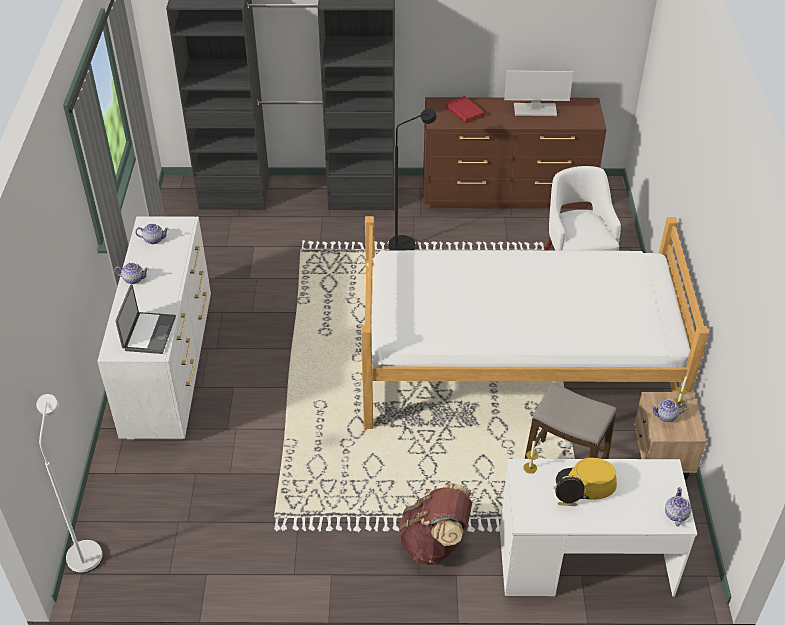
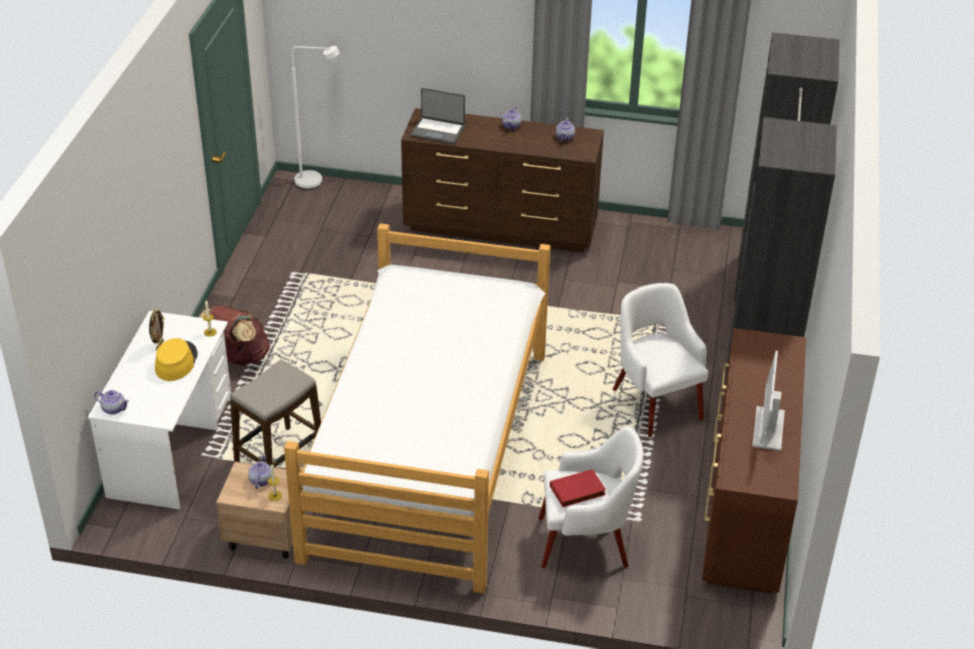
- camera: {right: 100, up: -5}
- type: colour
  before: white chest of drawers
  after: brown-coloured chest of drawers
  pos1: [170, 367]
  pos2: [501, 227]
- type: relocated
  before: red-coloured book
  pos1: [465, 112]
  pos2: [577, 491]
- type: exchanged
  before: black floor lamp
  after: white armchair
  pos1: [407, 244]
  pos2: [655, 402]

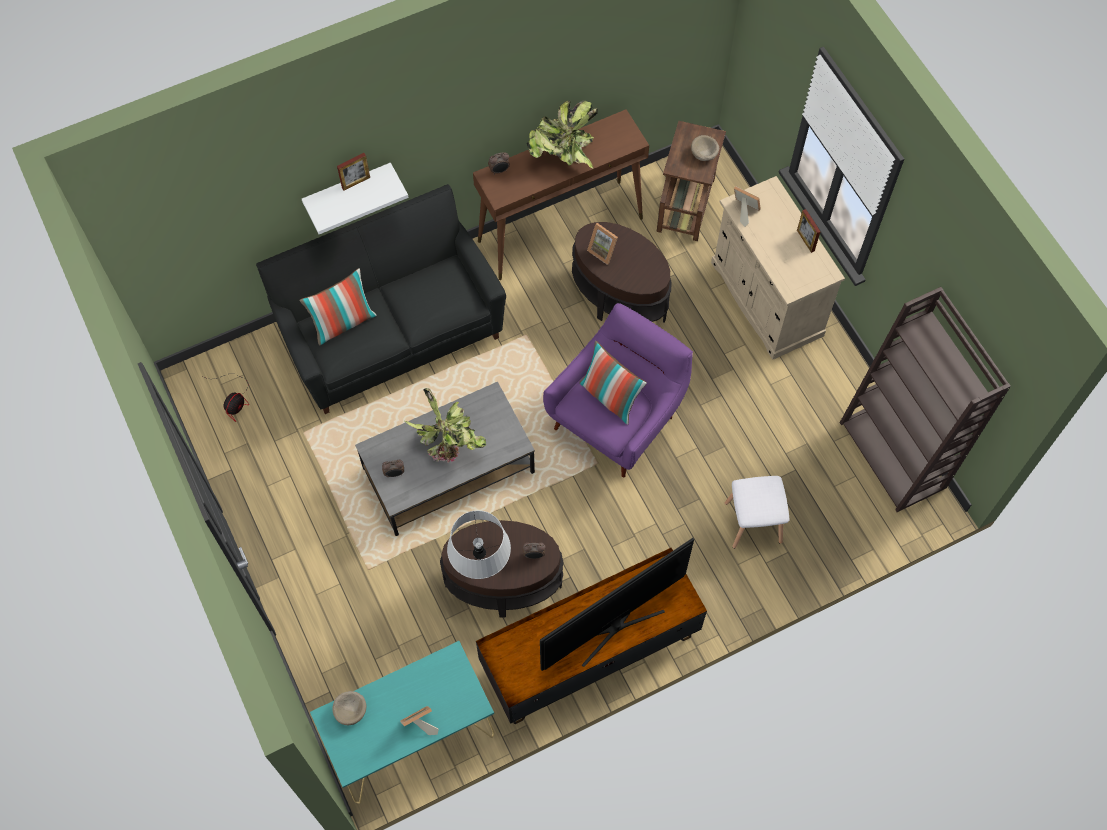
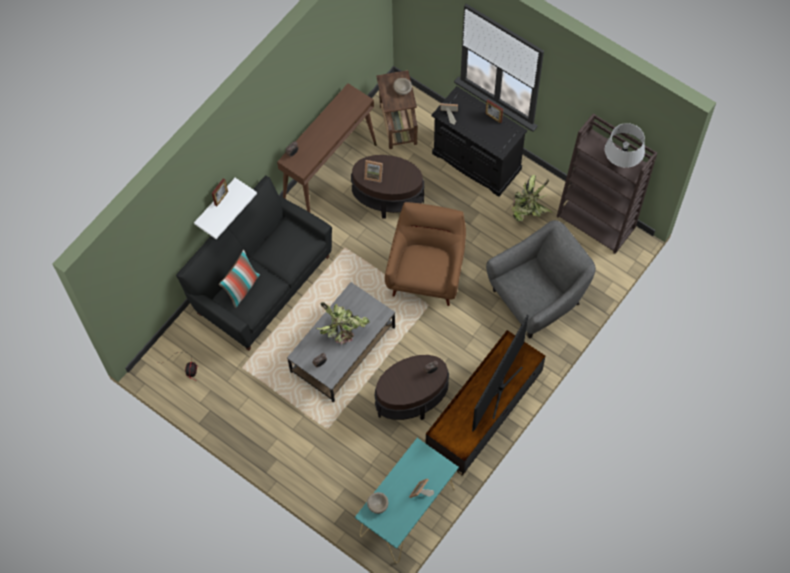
- camera: {right: -25, up: 0}
- type: colour
  before: purplish armchair
  after: brown-coloured armchair
  pos1: [617, 418]
  pos2: [426, 273]
- type: colour
  before: beige-coloured cupboard
  after: black cupboard
  pos1: [766, 299]
  pos2: [476, 161]
- type: exchanged
  before: white sitting stool
  after: grey armchair
  pos1: [754, 523]
  pos2: [538, 297]
- type: relocated
  before: potted plant
  pos1: [564, 154]
  pos2: [528, 210]
- type: relocated
  before: grey lamp for a table
  pos1: [480, 562]
  pos2: [621, 163]
- type: missing
  before: pillow
  pos1: [610, 397]

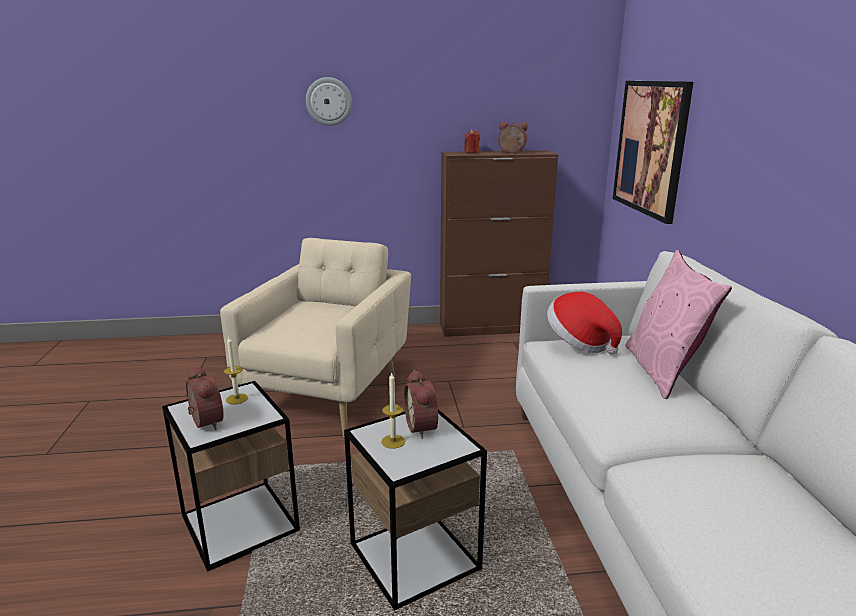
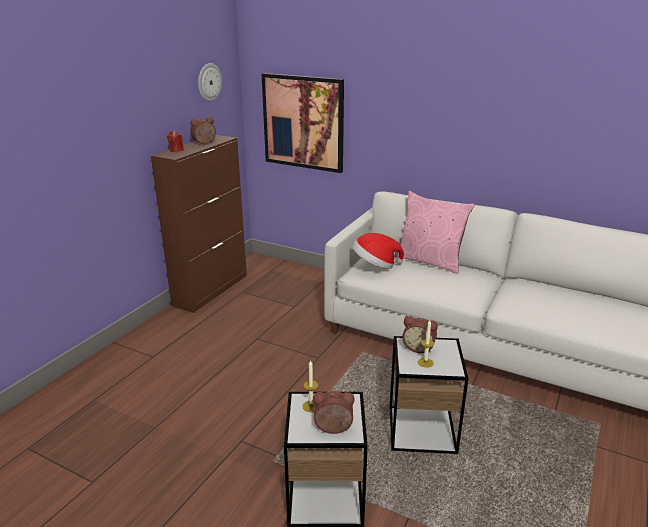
- camera: {right: -55, up: 5}
- type: relocated
  before: hanging clock
  pos1: [329, 101]
  pos2: [209, 82]
- type: missing
  before: beige-coloured armchair
  pos1: [330, 392]

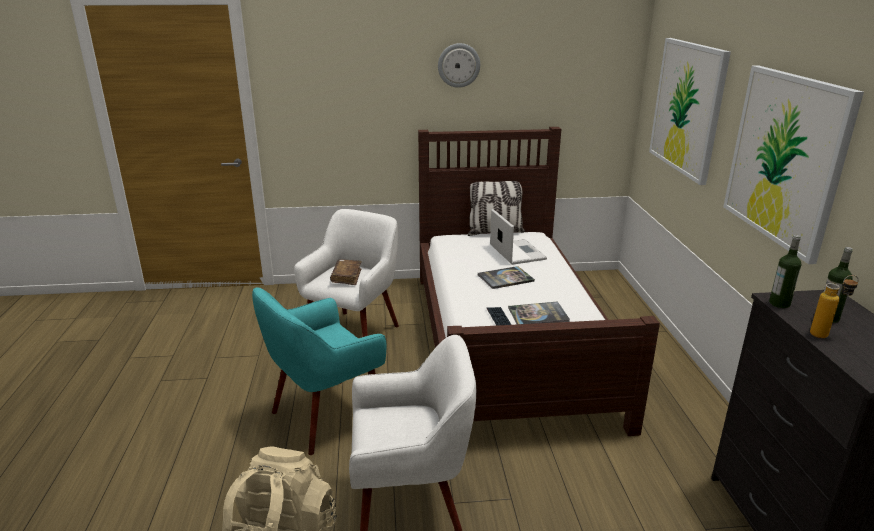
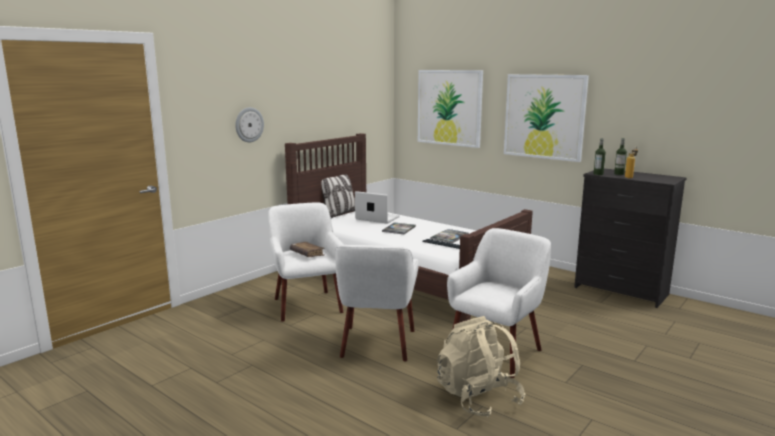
- camera: {right: -45, up: -10}
- type: relocated
  before: hanging clock
  pos1: [458, 65]
  pos2: [249, 124]
- type: colour
  before: turquoise armchair
  after: white armchair
  pos1: [326, 416]
  pos2: [377, 343]

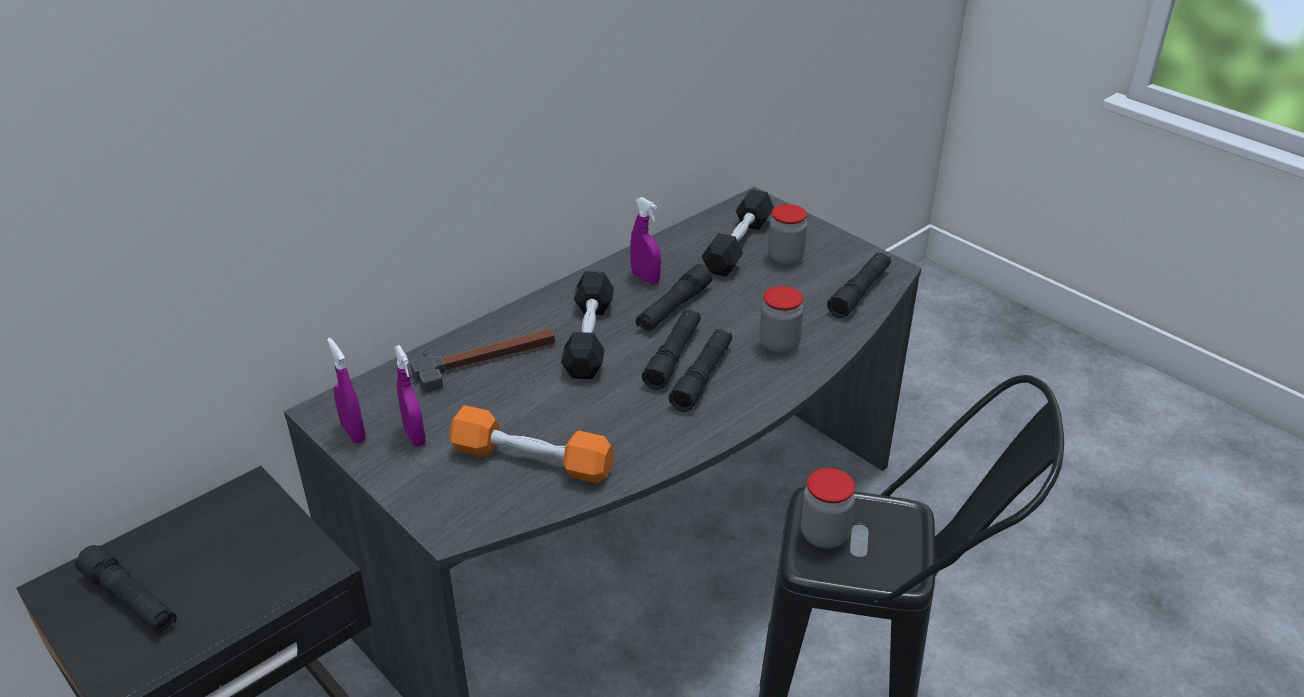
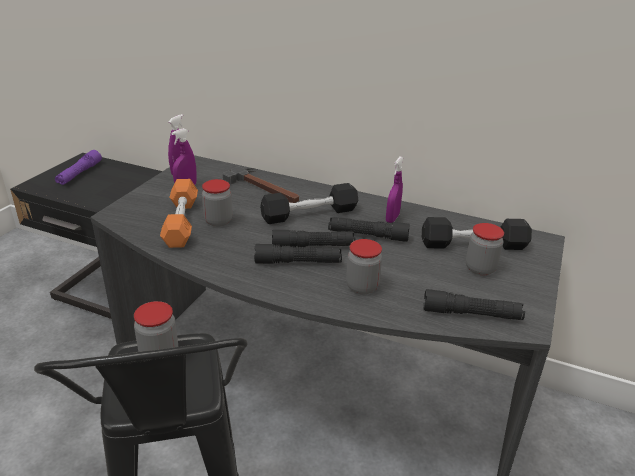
- camera: {right: 65, up: -5}
- type: colour
  before: black hand torch
  after: purplish hand torch
  pos1: [130, 600]
  pos2: [79, 173]
- type: appeared
  after: jar
  pos2: [218, 221]

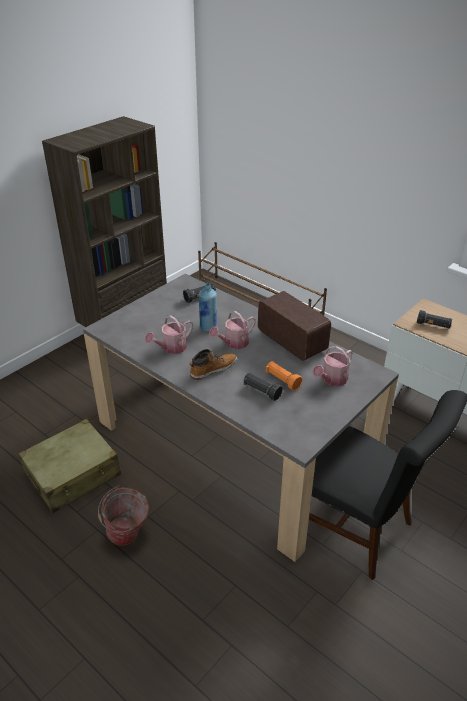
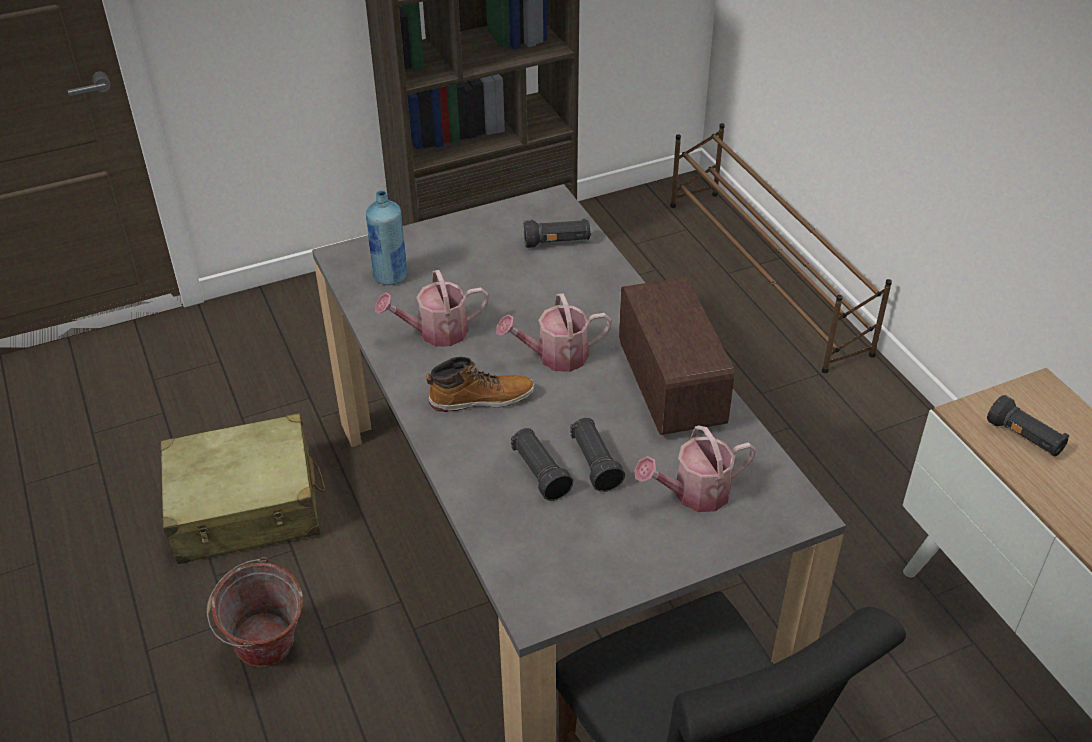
- camera: {right: 25, up: 5}
- type: relocated
  before: bluish bottle
  pos1: [208, 327]
  pos2: [390, 276]
- type: colour
  before: orange hand torch
  after: black hand torch
  pos1: [282, 380]
  pos2: [595, 463]

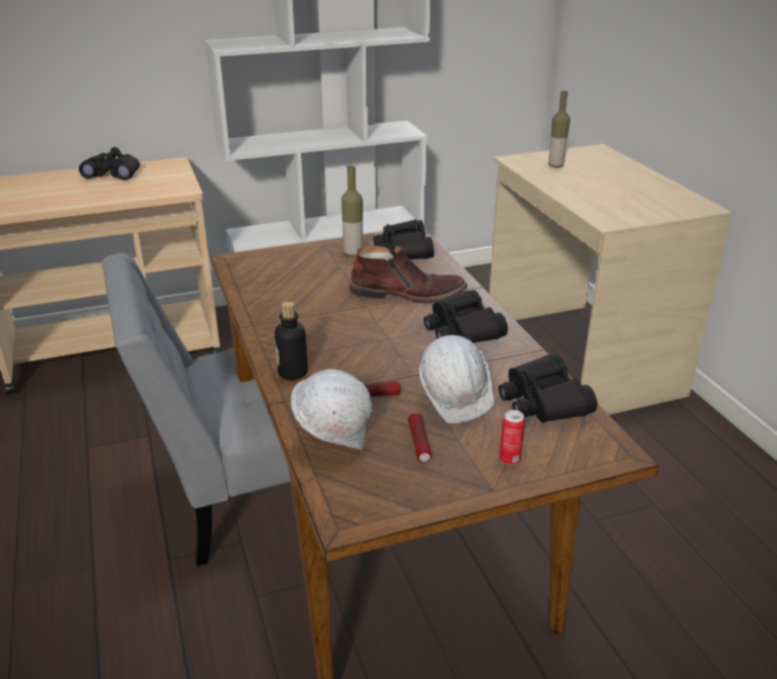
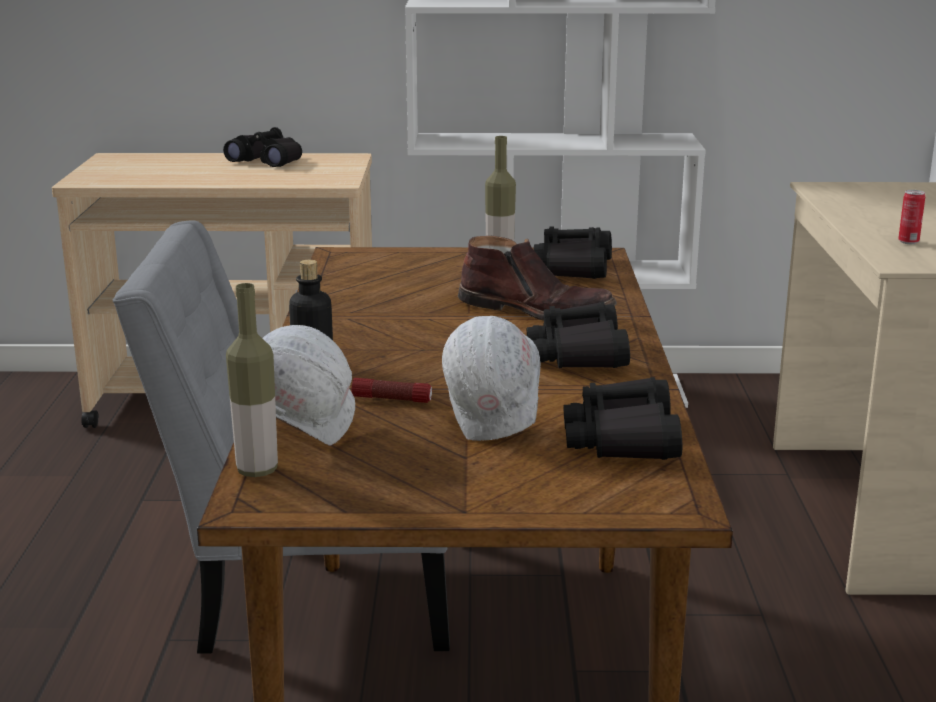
- camera: {right: 20, up: -10}
- type: relocated
  before: bottle
  pos1: [555, 166]
  pos2: [257, 470]
- type: relocated
  before: sealed can
  pos1: [509, 459]
  pos2: [908, 242]
- type: missing
  before: hand torch
  pos1: [419, 443]

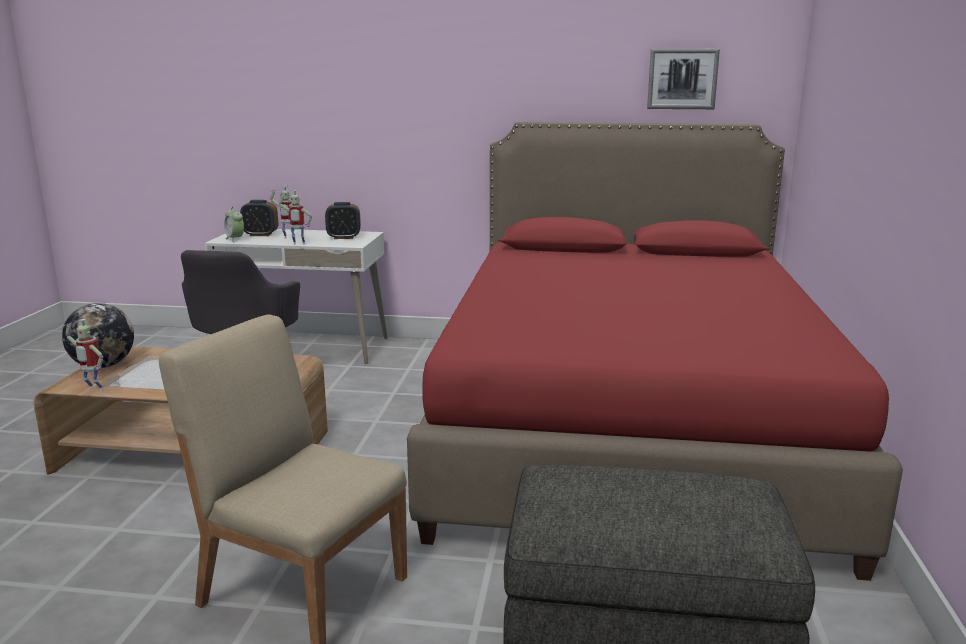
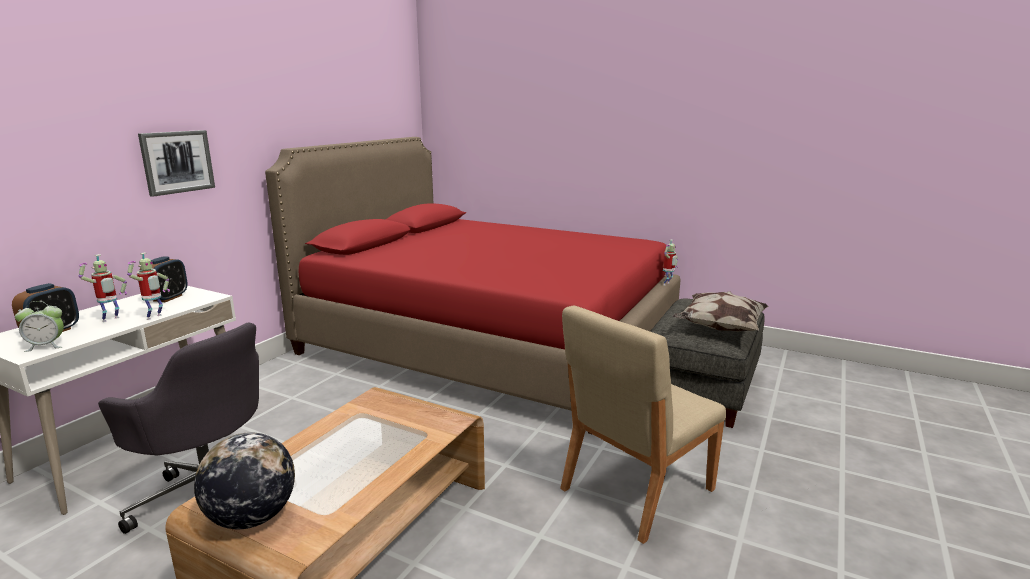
- camera: {right: -70, up: 0}
- type: relocated
  before: picture
  pos1: [682, 79]
  pos2: [177, 162]
- type: relocated
  before: toy robot
  pos1: [93, 390]
  pos2: [667, 284]
- type: appeared
  after: pillow
  pos2: [719, 328]

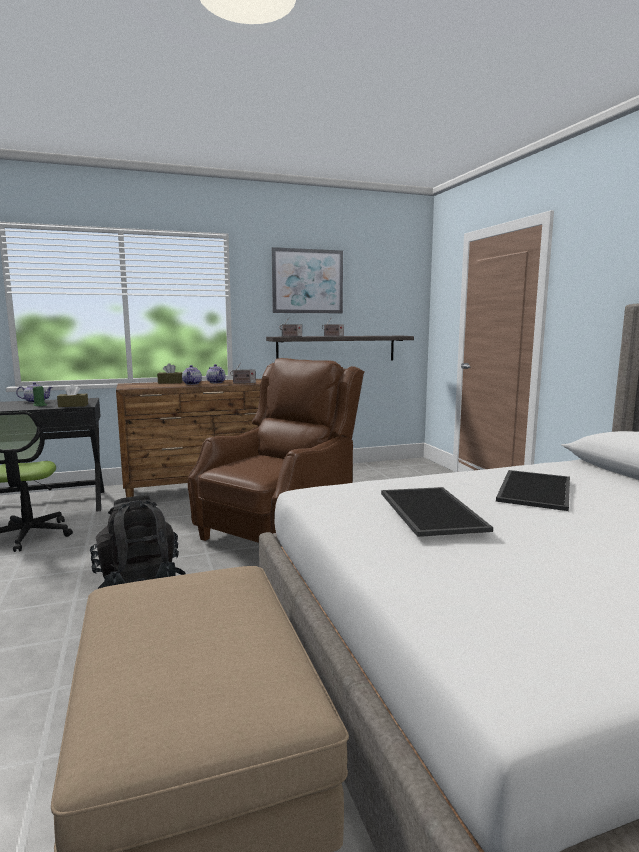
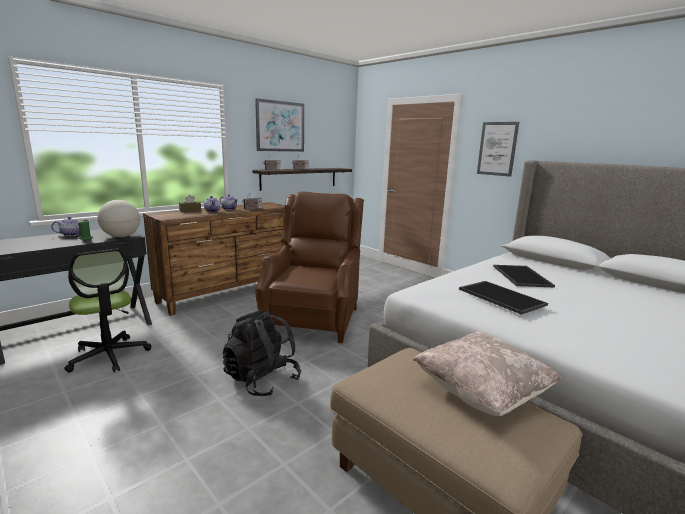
- camera: {right: -25, up: 5}
- type: exchanged
  before: brown-coloured tissue holder
  after: globe
  pos1: [73, 405]
  pos2: [121, 236]
- type: appeared
  after: beige-coloured pillow
  pos2: [481, 393]
- type: appeared
  after: picture
  pos2: [497, 149]

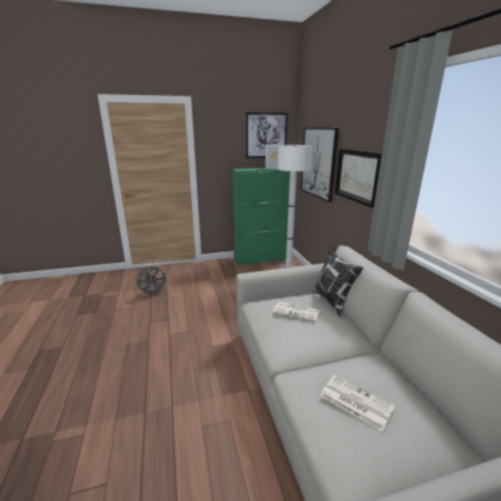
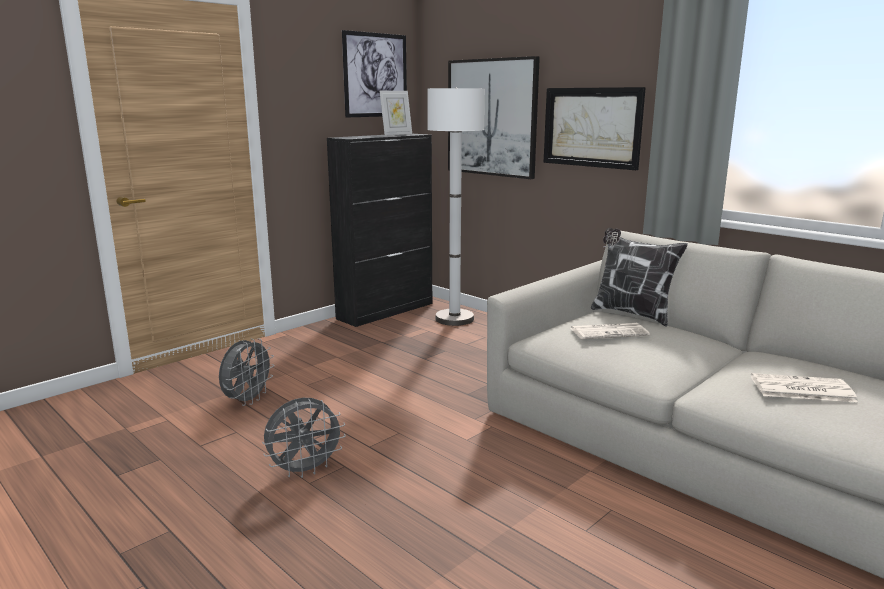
- camera: {right: -30, up: -5}
- type: appeared
  after: grey fan
  pos2: [305, 470]
- type: colour
  before: green-coloured cupboard
  after: black cupboard
  pos1: [261, 259]
  pos2: [386, 311]

